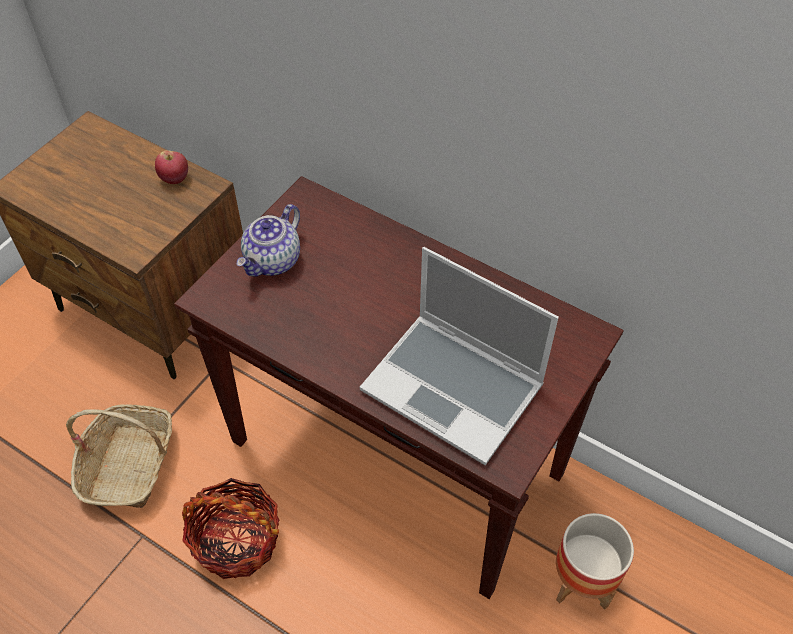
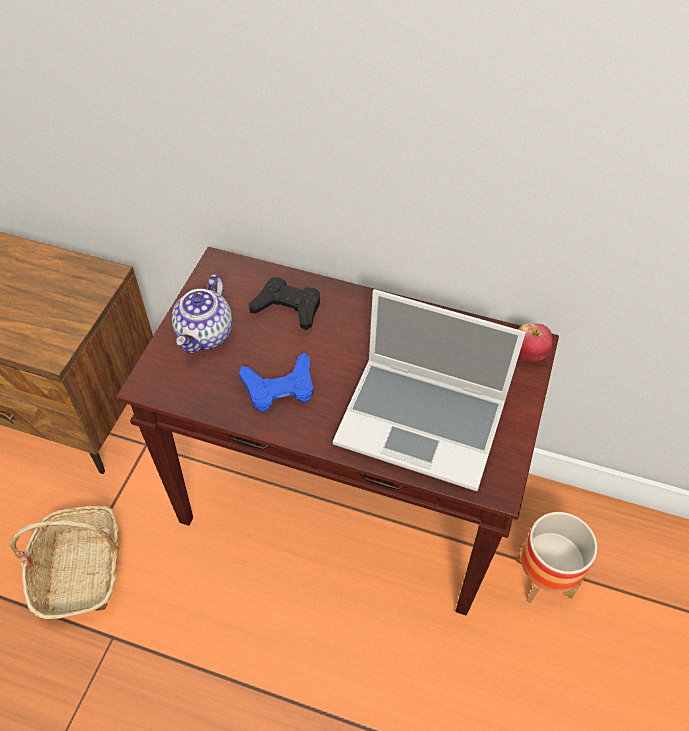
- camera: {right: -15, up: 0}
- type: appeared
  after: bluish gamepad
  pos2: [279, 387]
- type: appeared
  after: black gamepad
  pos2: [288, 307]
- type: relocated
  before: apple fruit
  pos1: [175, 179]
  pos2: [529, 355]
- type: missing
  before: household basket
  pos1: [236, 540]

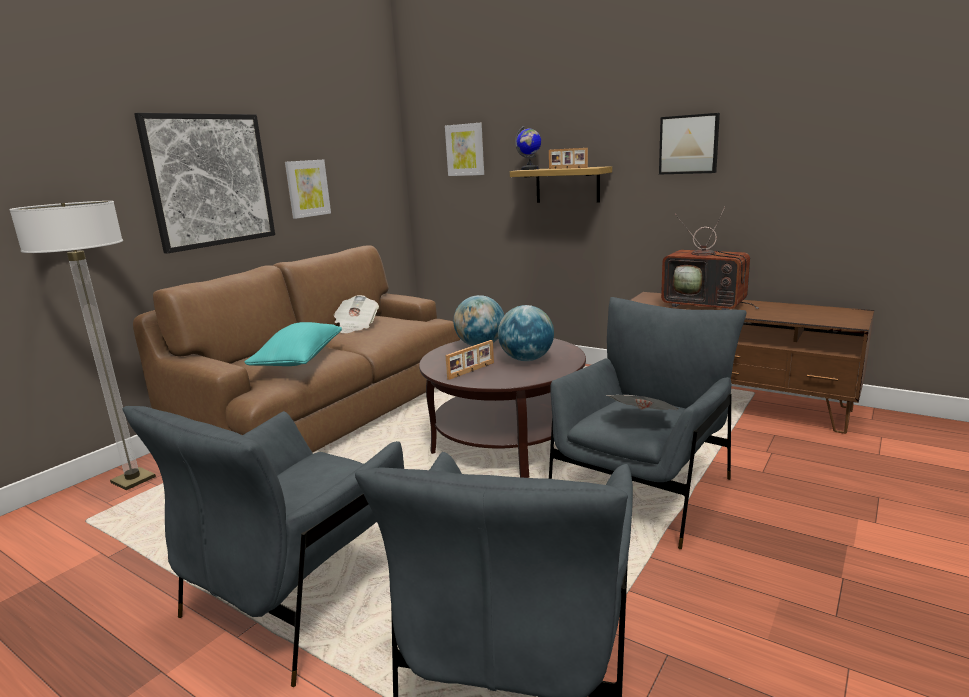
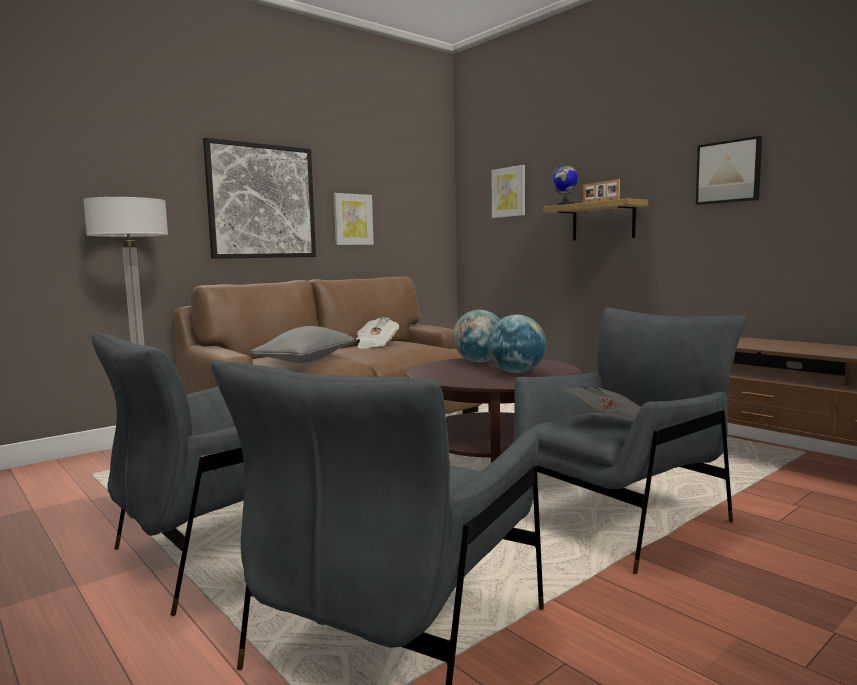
- camera: {right: 15, up: -10}
- type: colour
  before: turquoise pillow
  after: grey pillow
  pos1: [299, 360]
  pos2: [306, 361]
- type: missing
  before: picture frame
  pos1: [472, 371]
- type: missing
  before: TV
  pos1: [707, 305]

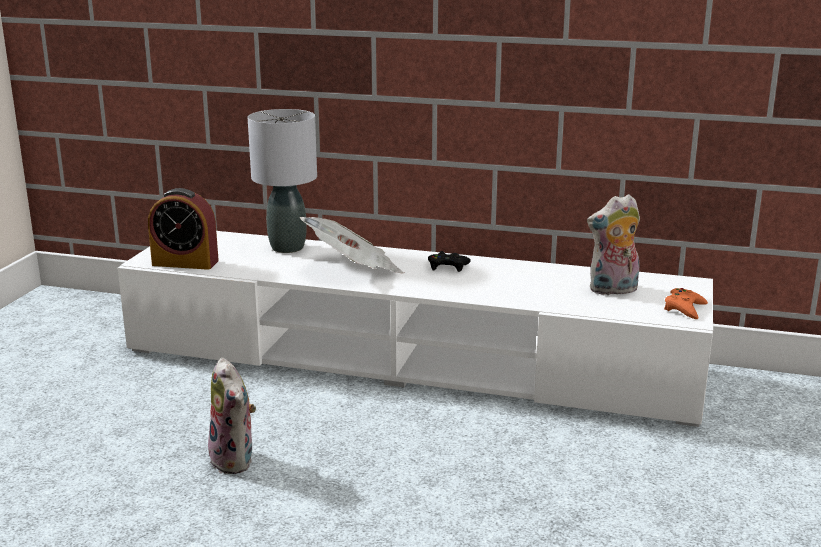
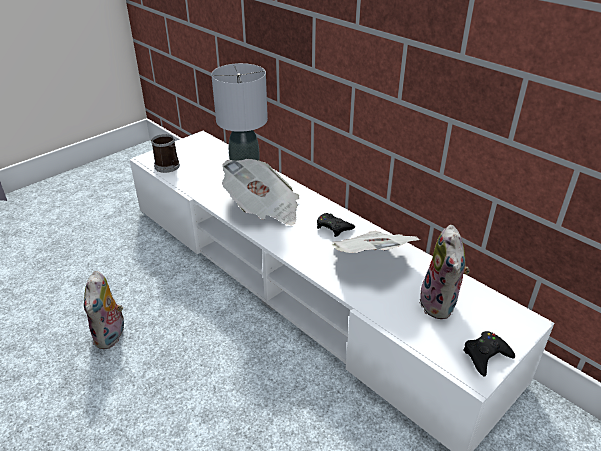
- camera: {right: 30, up: 15}
- type: exchanged
  before: bedside clock
  after: mug
  pos1: [185, 263]
  pos2: [169, 167]
- type: appeared
  after: daily paper
  pos2: [371, 259]
- type: spun
  before: soft toy
  pos1: [613, 290]
  pos2: [441, 305]
  turn: -105
- type: colour
  before: orange gamepad
  after: black gamepad
  pos1: [684, 308]
  pos2: [486, 356]

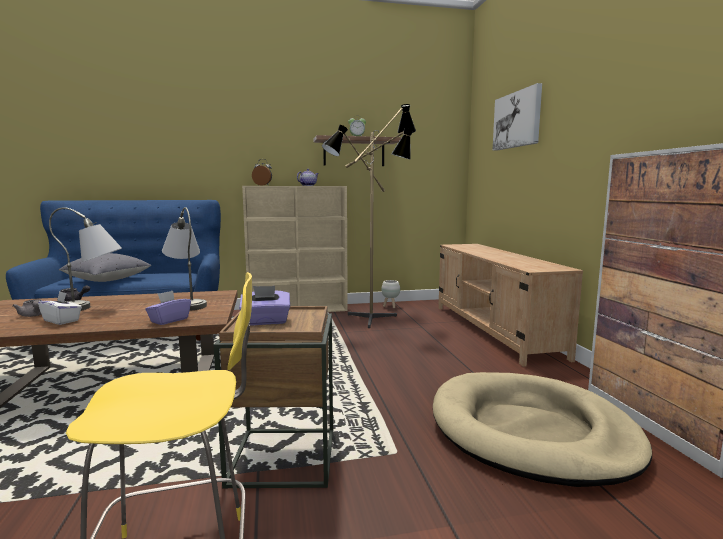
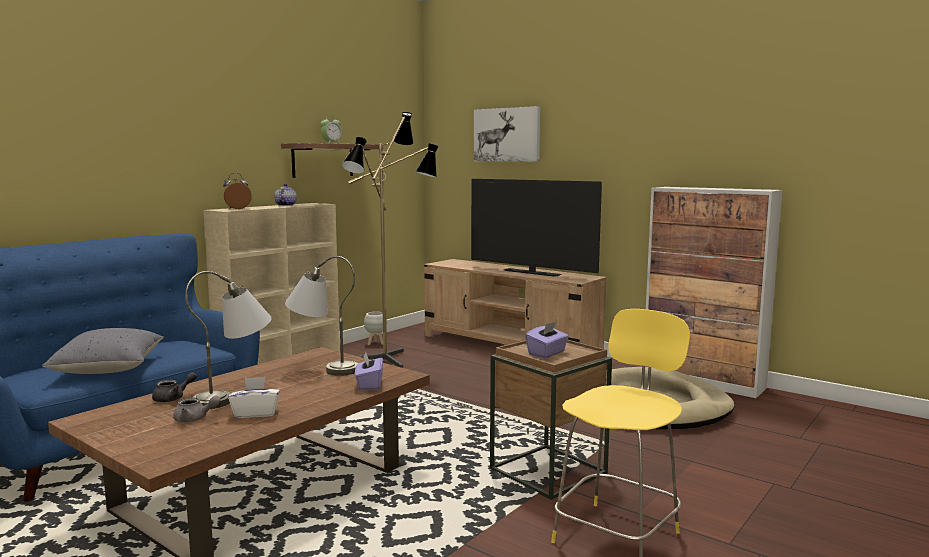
- camera: {right: -40, up: 0}
- type: appeared
  after: TV
  pos2: [531, 273]

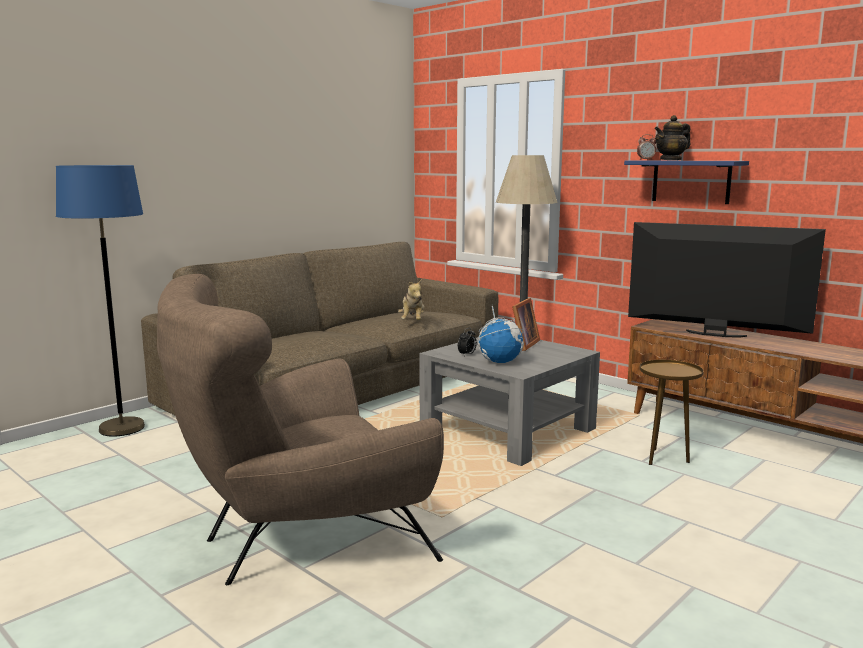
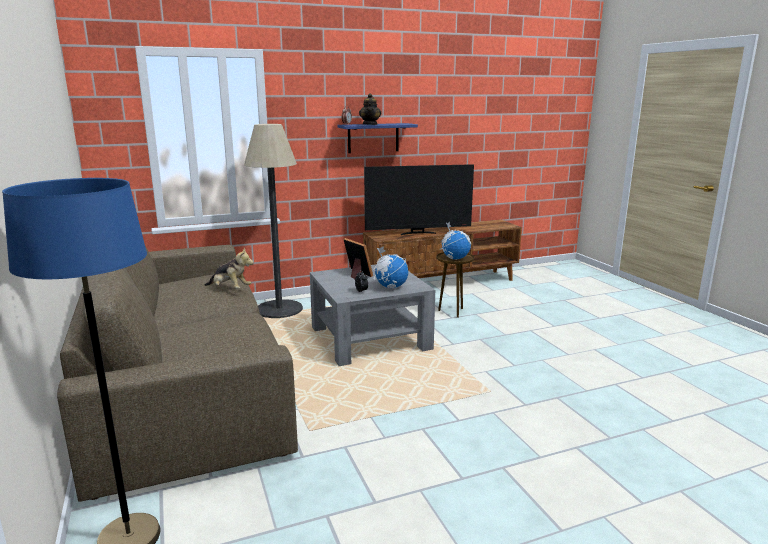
- camera: {right: -65, up: 5}
- type: spun
  before: TV
  pos1: [715, 334]
  pos2: [418, 233]
  turn: -150
- type: appeared
  after: globe
  pos2: [455, 258]
- type: missing
  before: brown-coloured armchair
  pos1: [298, 542]

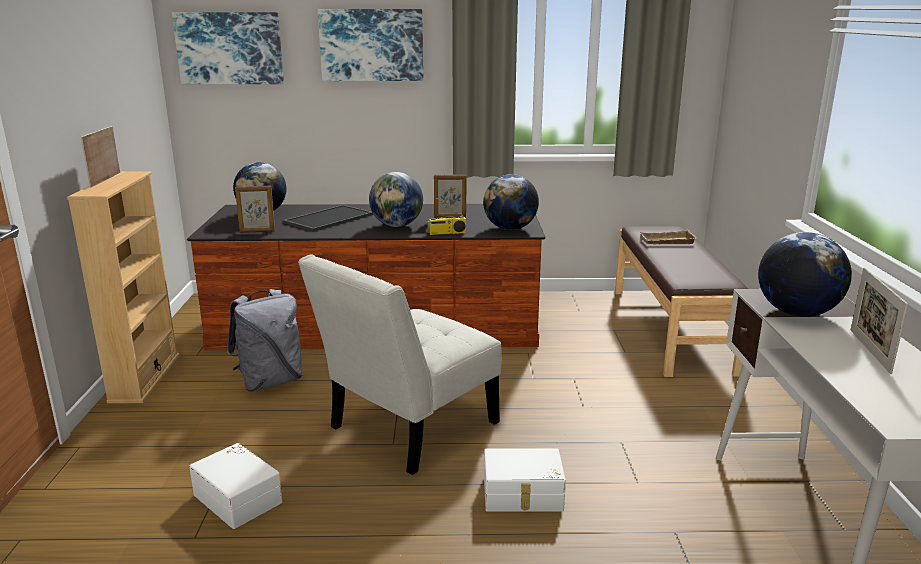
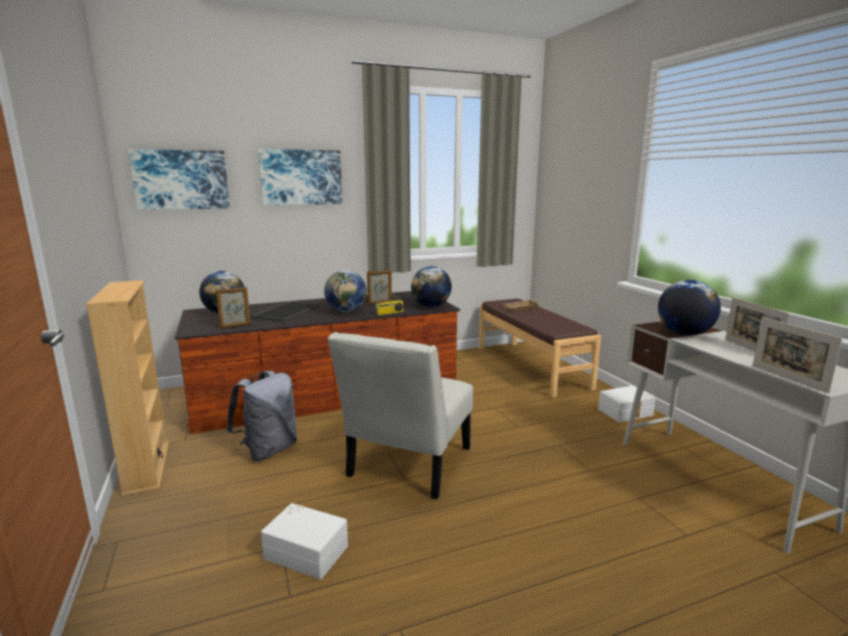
- camera: {right: -20, up: -5}
- type: relocated
  before: white storage bin
  pos1: [523, 495]
  pos2: [626, 412]
- type: relocated
  before: picture frame
  pos1: [105, 179]
  pos2: [788, 378]

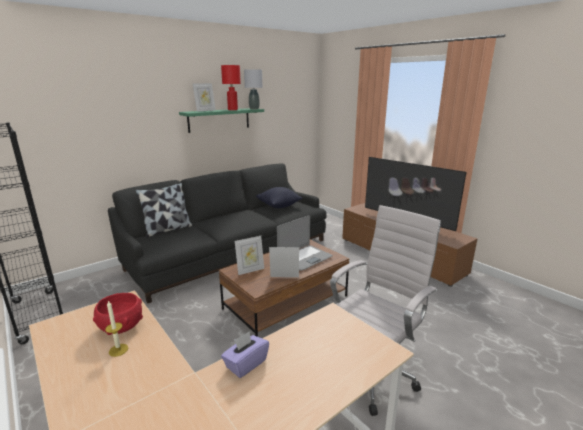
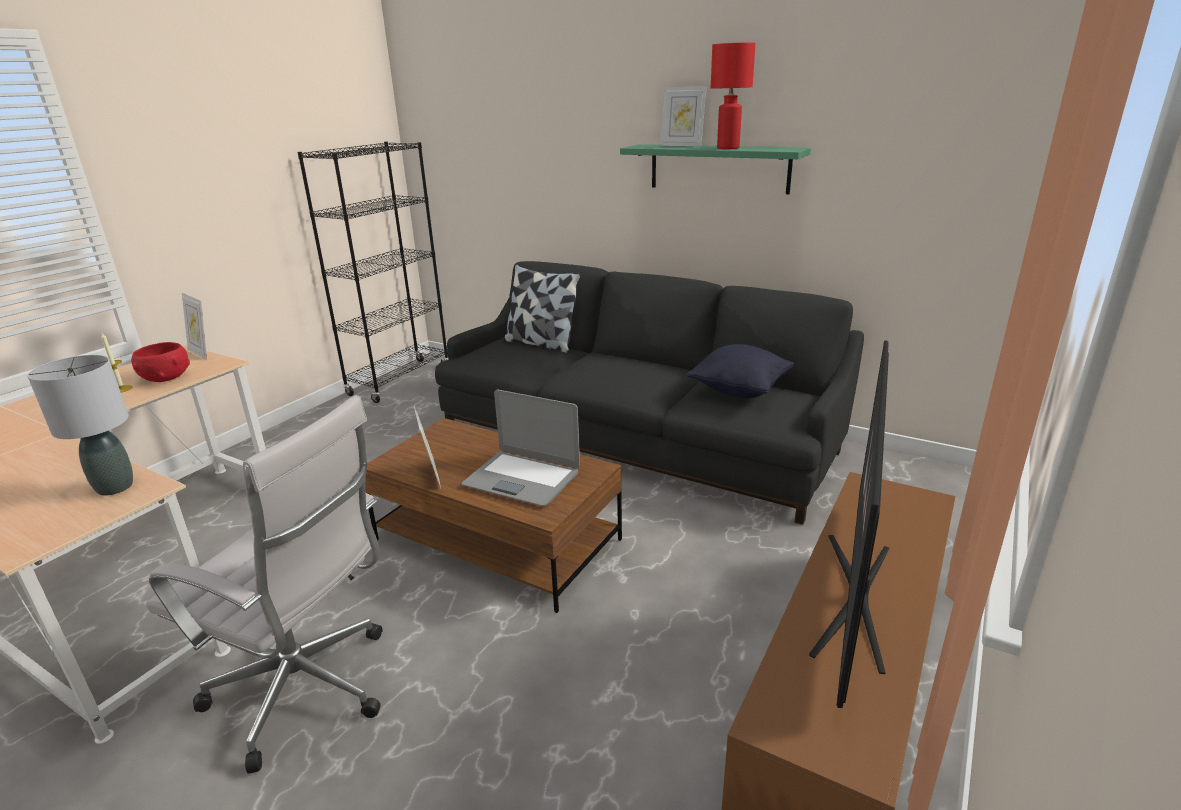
- camera: {right: 70, up: 5}
- type: relocated
  before: grey lamp for a table
  pos1: [254, 108]
  pos2: [115, 487]
- type: relocated
  before: picture frame
  pos1: [250, 270]
  pos2: [202, 353]
- type: missing
  before: purplish tissue holder
  pos1: [246, 364]

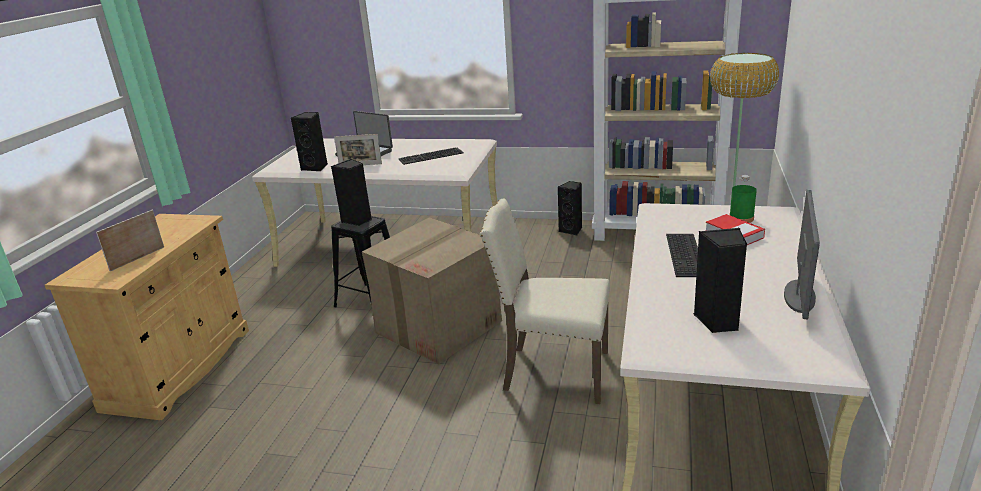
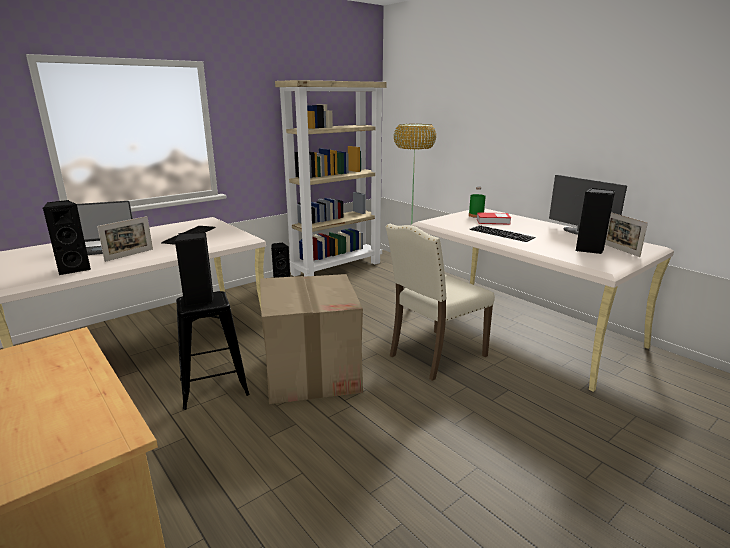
- camera: {right: -55, up: -5}
- type: relocated
  before: picture frame
  pos1: [137, 259]
  pos2: [620, 250]

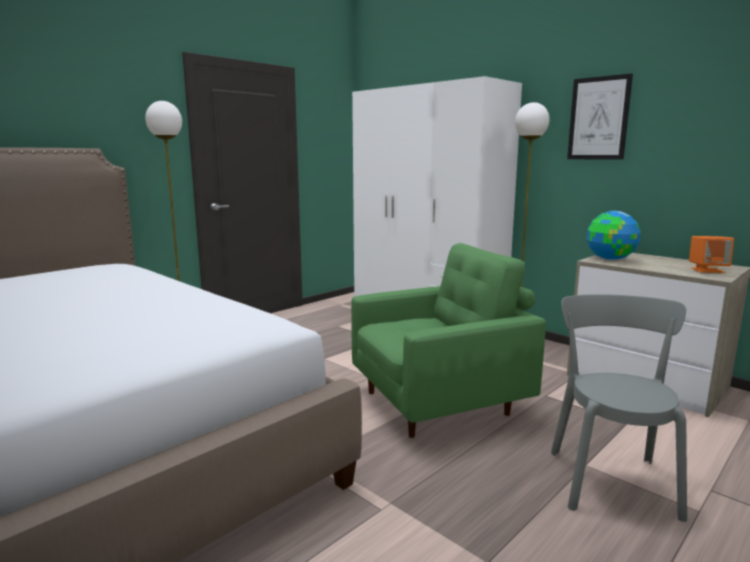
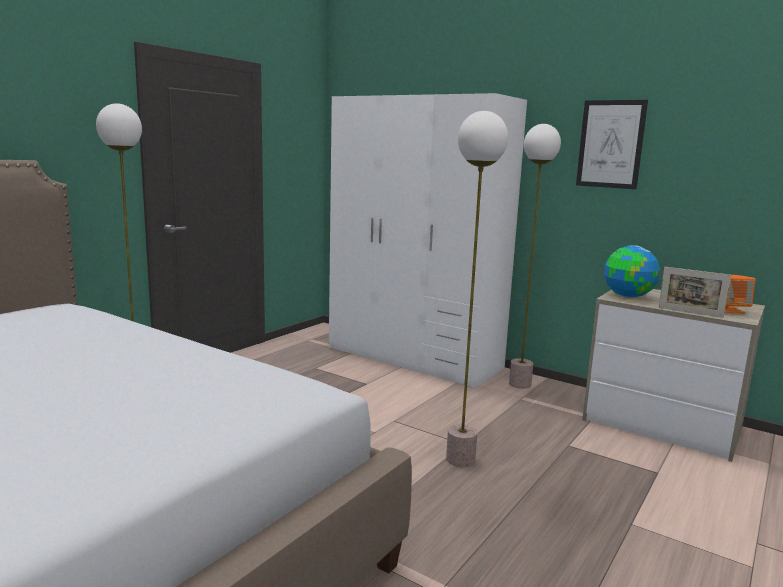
- camera: {right: -10, up: 0}
- type: exchanged
  before: green-coloured armchair
  after: floor lamp
  pos1: [440, 403]
  pos2: [461, 459]
- type: appeared
  after: picture frame
  pos2: [690, 312]
- type: missing
  before: grey chair
  pos1: [610, 479]

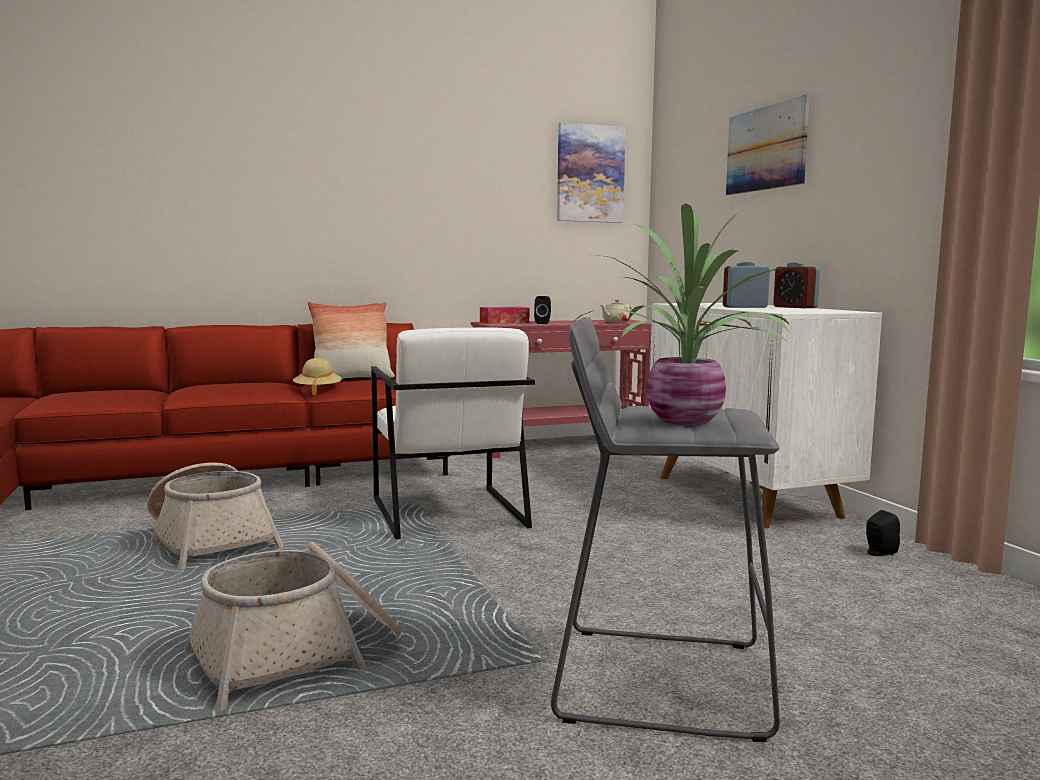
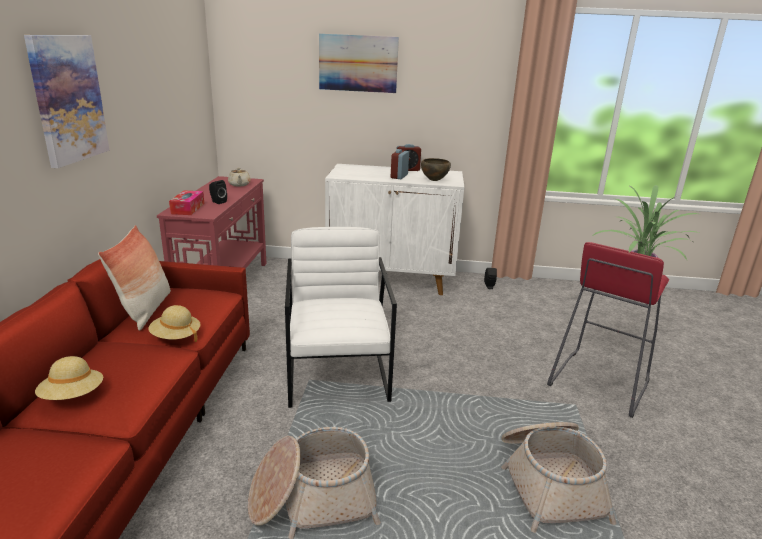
- camera: {right: -65, up: 15}
- type: relocated
  before: picture
  pos1: [590, 174]
  pos2: [68, 99]
- type: appeared
  after: beige-coloured wearable hat
  pos2: [73, 396]
- type: spun
  before: white armchair
  pos1: [447, 512]
  pos2: [338, 373]
  turn: -105
- type: appeared
  after: brown-coloured bowl
  pos2: [434, 180]
- type: colour
  before: grey sitting stool
  after: red-coloured sitting stool
  pos1: [658, 679]
  pos2: [598, 382]

